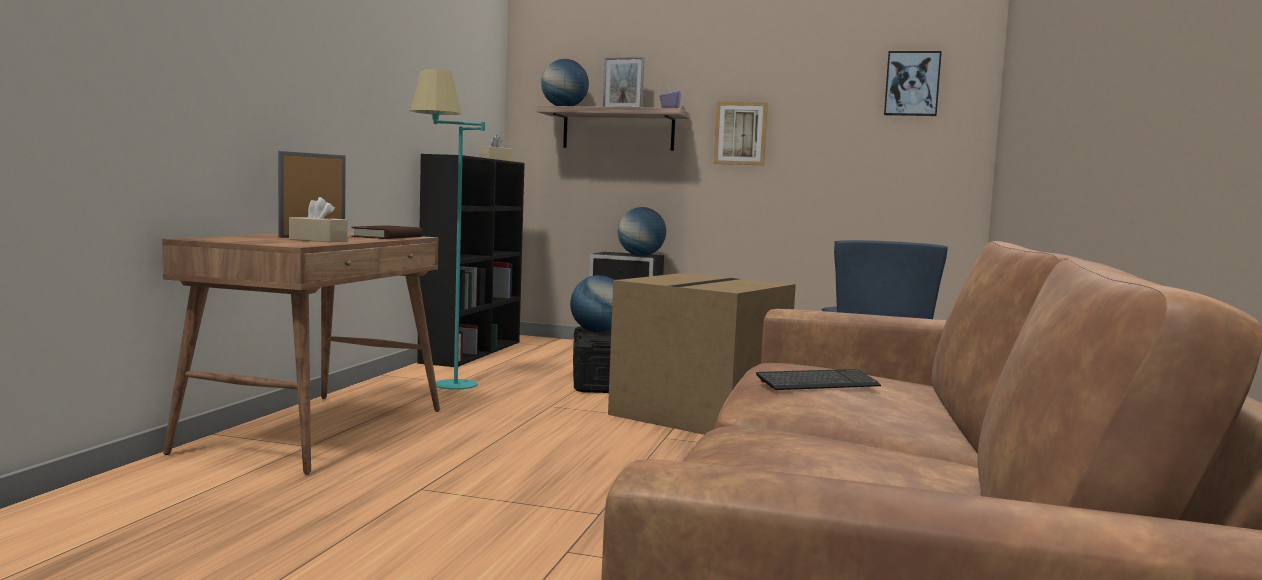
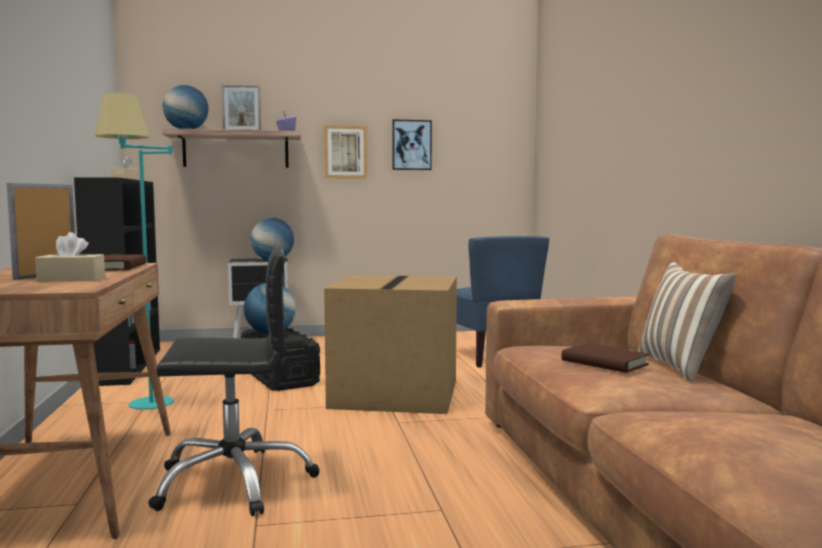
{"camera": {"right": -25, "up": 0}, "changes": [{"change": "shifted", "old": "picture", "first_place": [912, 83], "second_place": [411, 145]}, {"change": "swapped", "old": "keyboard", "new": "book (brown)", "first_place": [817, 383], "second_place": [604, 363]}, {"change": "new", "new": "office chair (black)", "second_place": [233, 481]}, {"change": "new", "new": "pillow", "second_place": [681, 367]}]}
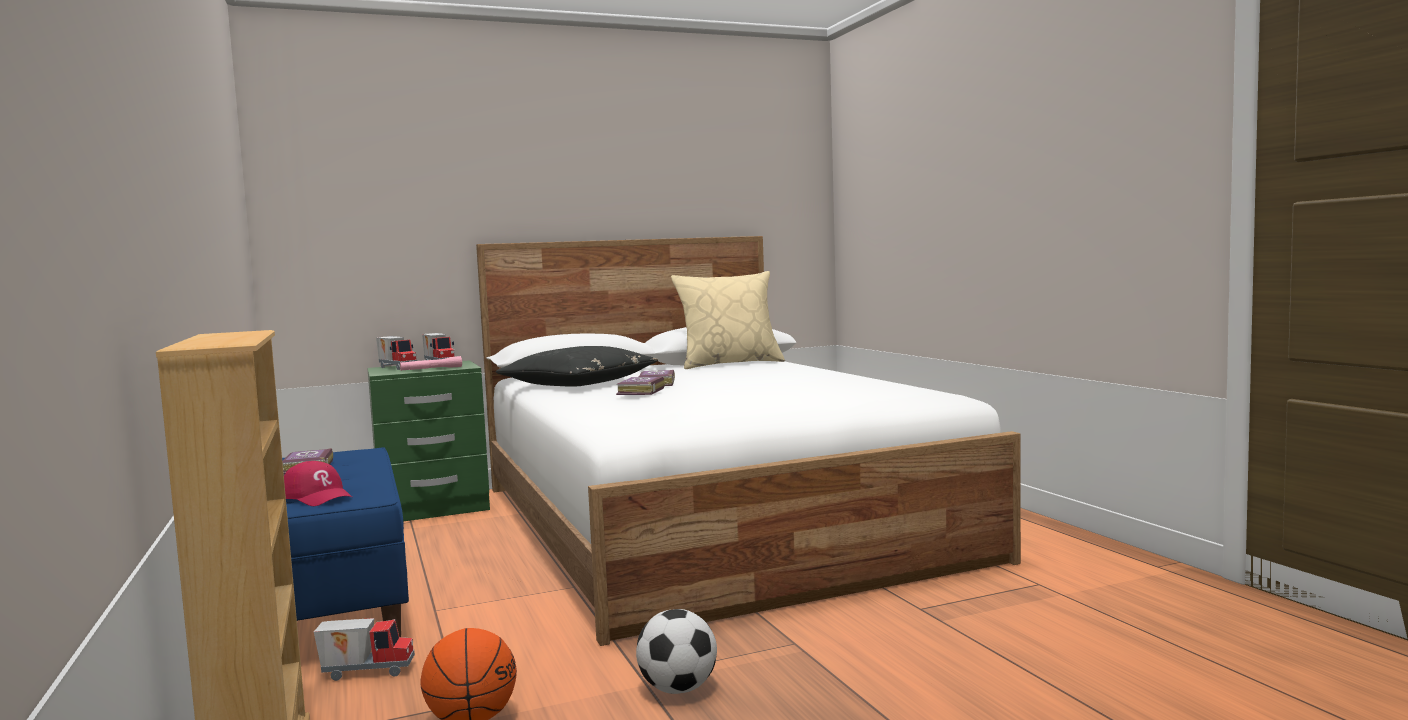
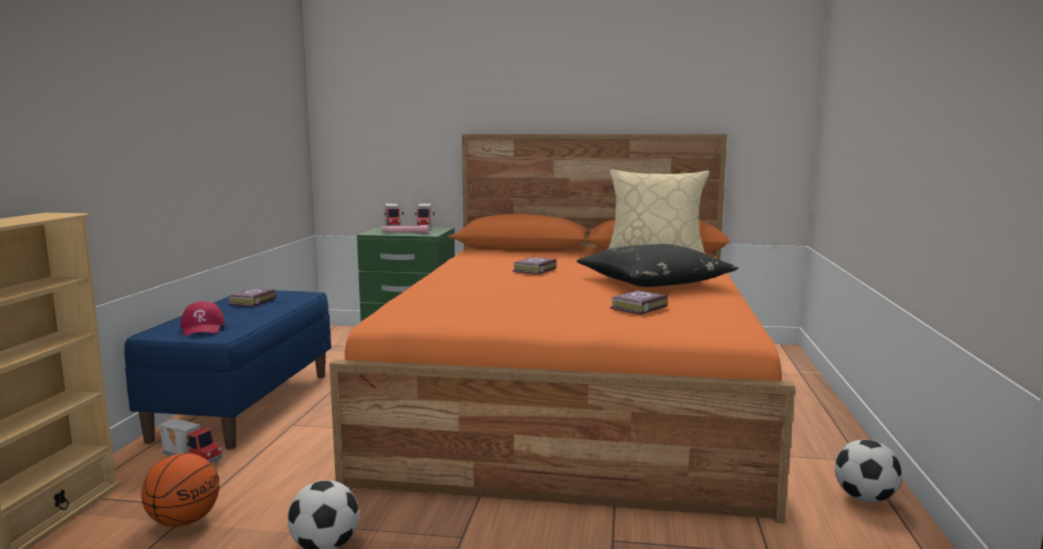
{"camera": {"right": 30, "up": 5}, "changes": [{"change": "repainted", "old": "bed (white)", "new": "bed (orange)", "first_place": [710, 520], "second_place": [575, 396]}, {"change": "shifted", "old": "pillow (black)", "first_place": [579, 383], "second_place": [654, 281]}, {"change": "shifted", "old": "book", "first_place": [639, 391], "second_place": [637, 307]}, {"change": "new", "new": "football", "second_place": [865, 498]}]}
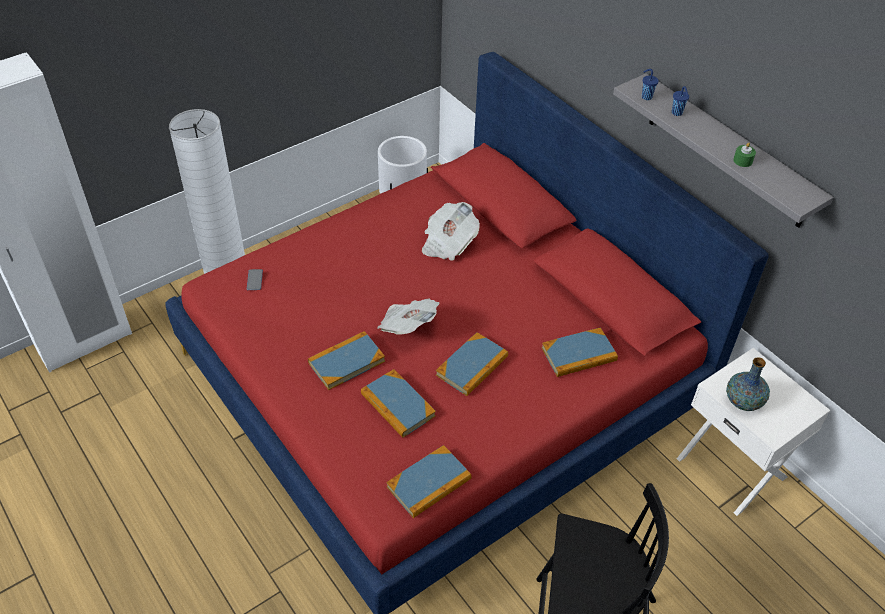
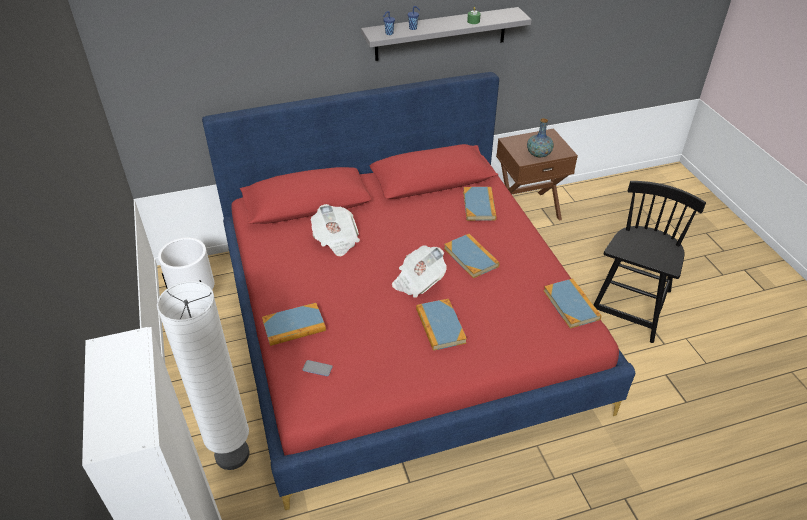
{"camera": {"right": -70, "up": -5}, "changes": [{"change": "repainted", "old": "nightstand (white)", "new": "nightstand (brown)", "first_place": [732, 467], "second_place": [527, 209]}, {"change": "shifted", "old": "book", "first_place": [397, 405], "second_place": [294, 326]}]}
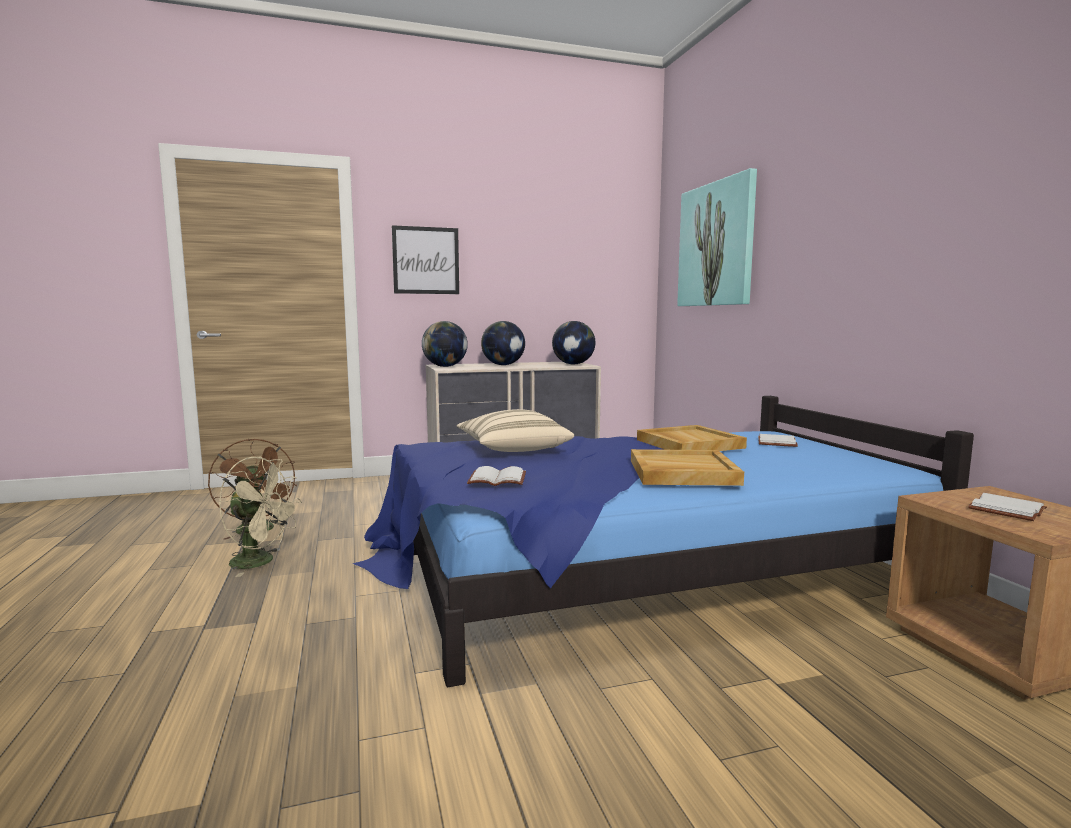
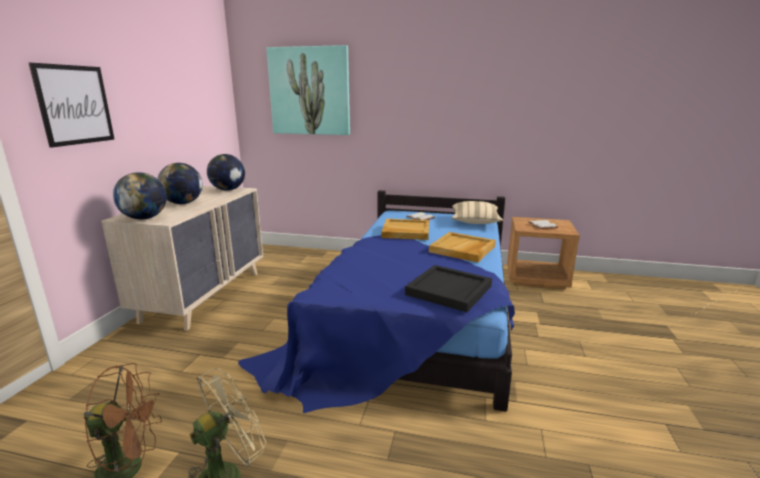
{"camera": {"right": -60, "up": 10}, "changes": [{"change": "shifted", "old": "pillow (beige)", "first_place": [513, 450], "second_place": [475, 222]}, {"change": "swapped", "old": "book (white)", "new": "tray (black)", "first_place": [496, 480], "second_place": [449, 290]}]}
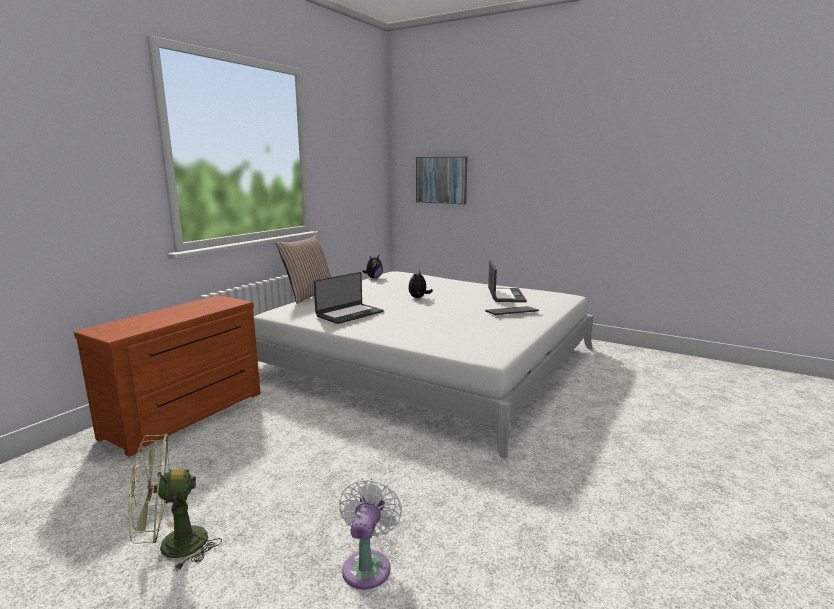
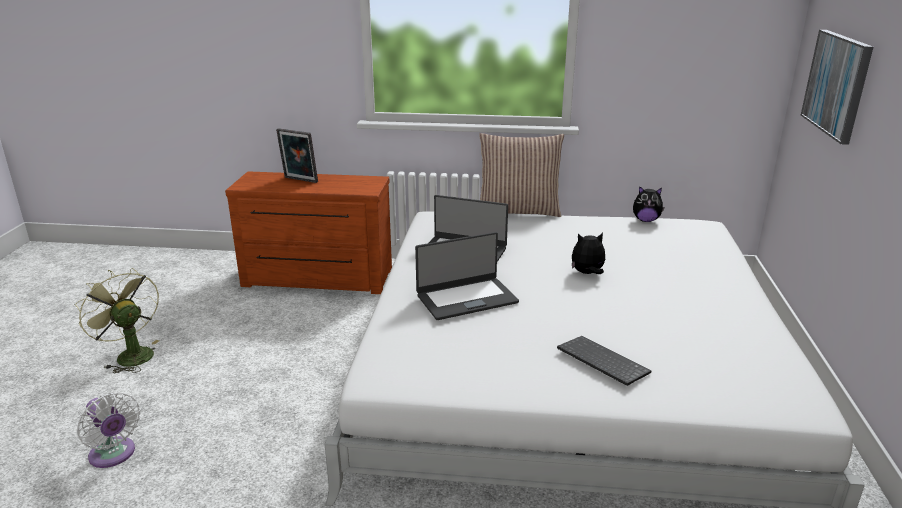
{"camera": {"right": 65, "up": 10}, "changes": [{"change": "shifted", "old": "laptop", "first_place": [505, 295], "second_place": [466, 298]}, {"change": "rotated", "old": "fan (white)", "first_place": [368, 565], "second_place": [114, 455], "degrees": 60}, {"change": "new", "new": "picture frame", "second_place": [299, 180]}]}
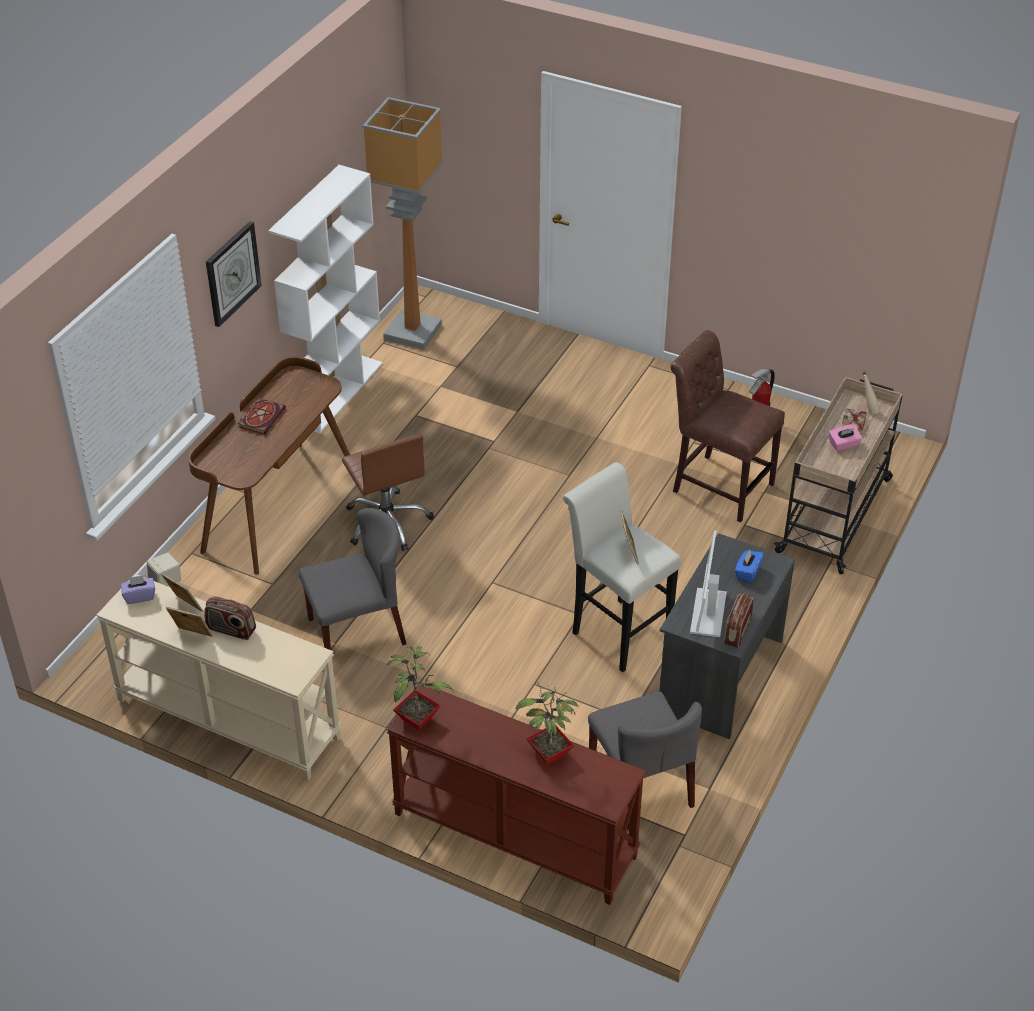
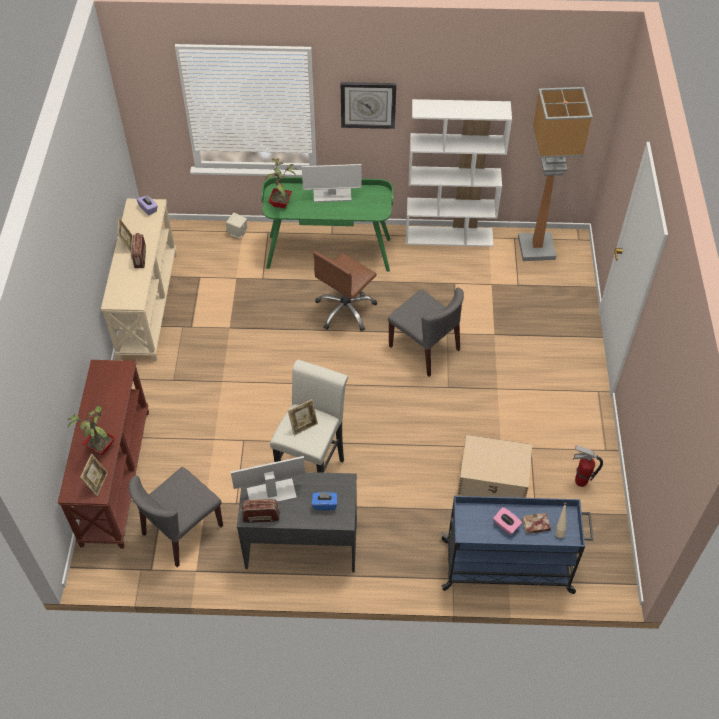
{"camera": {"right": 65, "up": 10}, "changes": [{"change": "swapped", "old": "chair (brown)", "new": "storage box (beige)", "first_place": [718, 485], "second_place": [493, 479]}, {"change": "repainted", "old": "desk (brown)", "new": "desk (green)", "first_place": [277, 505], "second_place": [329, 252]}, {"change": "repainted", "old": "cart (beige)", "new": "cart (blue)", "first_place": [835, 514], "second_place": [508, 566]}, {"change": "swapped", "old": "book", "new": "monitor", "first_place": [261, 417], "second_place": [332, 195]}, {"change": "shifted", "old": "chair (grey)", "first_place": [357, 630], "second_place": [425, 348]}, {"change": "shifted", "old": "picture frame", "first_place": [184, 607], "second_place": [97, 483]}, {"change": "shifted", "old": "potted plant", "first_place": [418, 718], "second_place": [281, 204]}]}
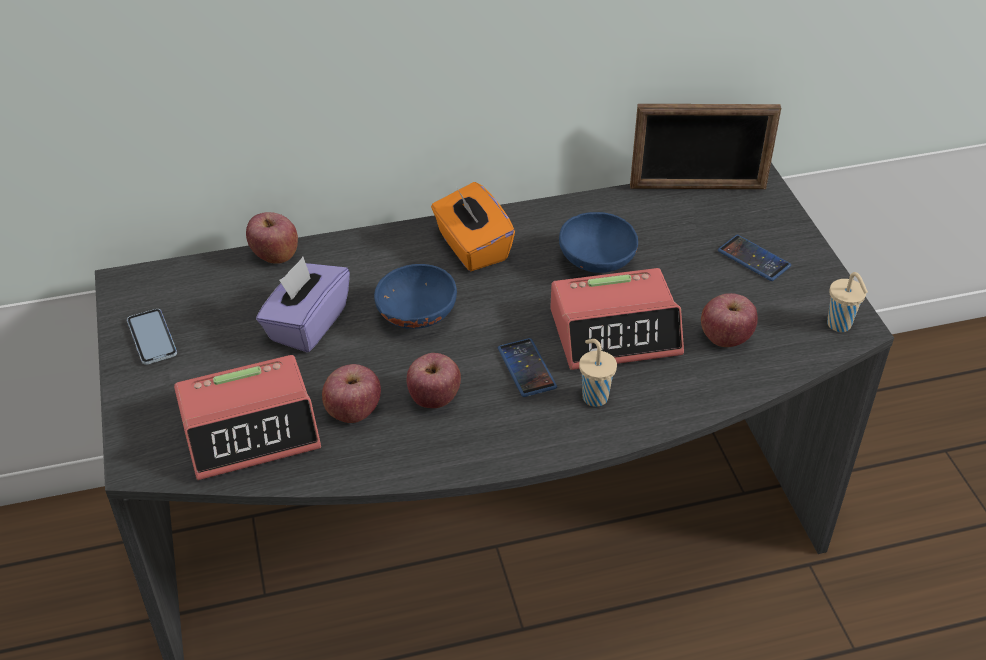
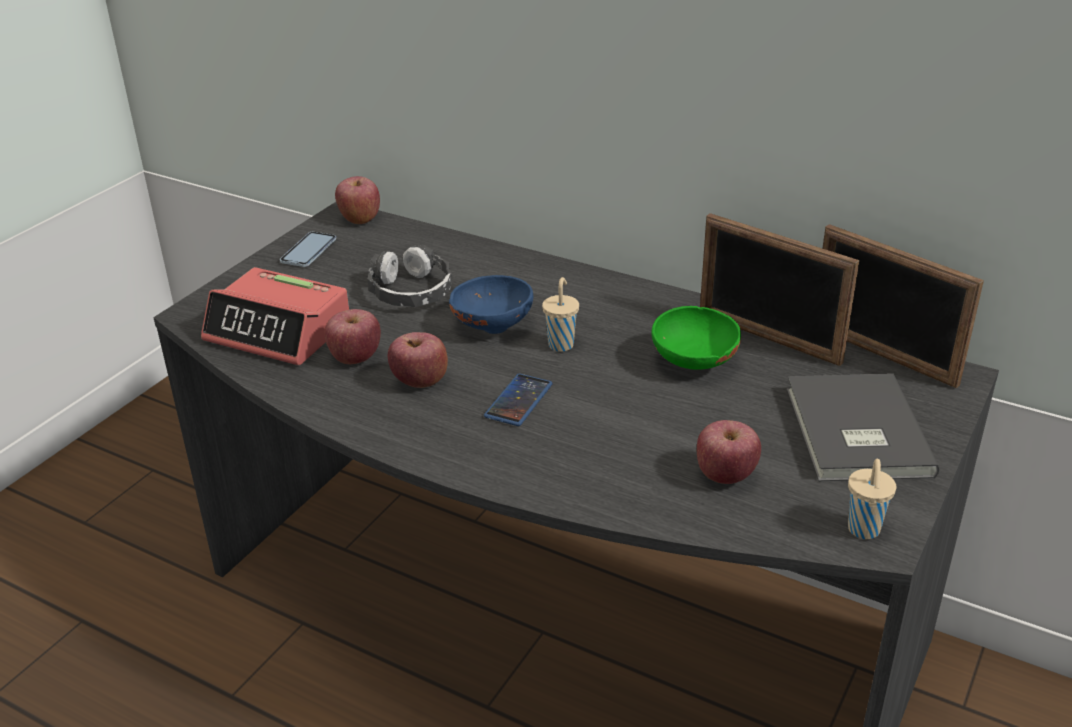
{"camera": {"right": 45, "up": -10}, "changes": [{"change": "gone", "old": "tissue box (orange)", "first_place": [472, 247]}, {"change": "shifted", "old": "apple", "first_place": [275, 255], "second_place": [360, 218]}, {"change": "repainted", "old": "bowl (blue)", "new": "bowl (green)", "first_place": [597, 264], "second_place": [693, 363]}, {"change": "swapped", "old": "phone", "new": "book (grey)", "first_place": [753, 259], "second_place": [853, 433]}, {"change": "swapped", "old": "tissue box (purple)", "new": "headphones", "first_place": [307, 324], "second_place": [411, 291]}, {"change": "gone", "old": "alarm clock", "first_place": [615, 331]}, {"change": "shifted", "old": "cup (beige)", "first_place": [594, 396], "second_place": [561, 344]}, {"change": "new", "new": "picture frame", "second_place": [768, 338]}]}
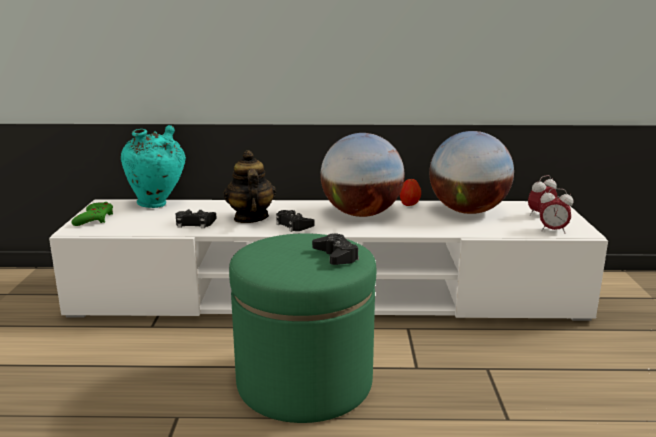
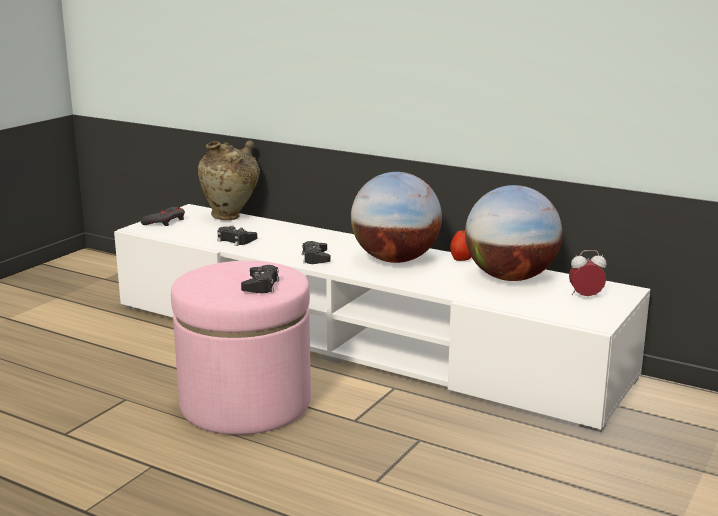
{"camera": {"right": 30, "up": 0}, "changes": [{"change": "repainted", "old": "vase (turquoise)", "new": "vase (beige)", "first_place": [157, 204], "second_place": [230, 217]}, {"change": "gone", "old": "teapot", "first_place": [250, 218]}, {"change": "gone", "old": "alarm clock", "first_place": [553, 230]}, {"change": "repainted", "old": "game controller (green)", "new": "game controller (grey)", "first_place": [94, 218], "second_place": [165, 221]}, {"change": "repainted", "old": "ottoman (green)", "new": "ottoman (pink)", "first_place": [304, 382], "second_place": [245, 403]}]}
